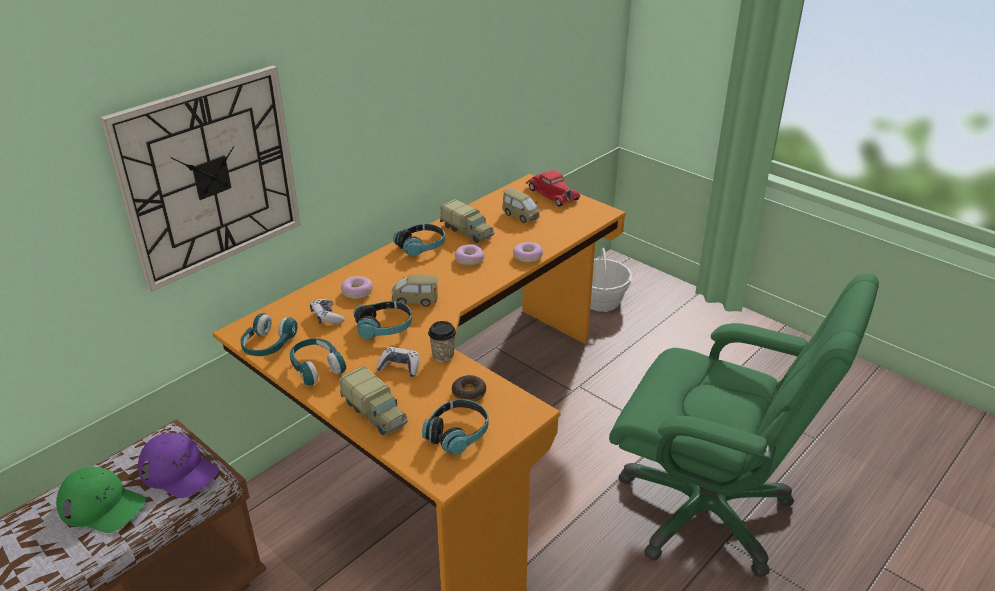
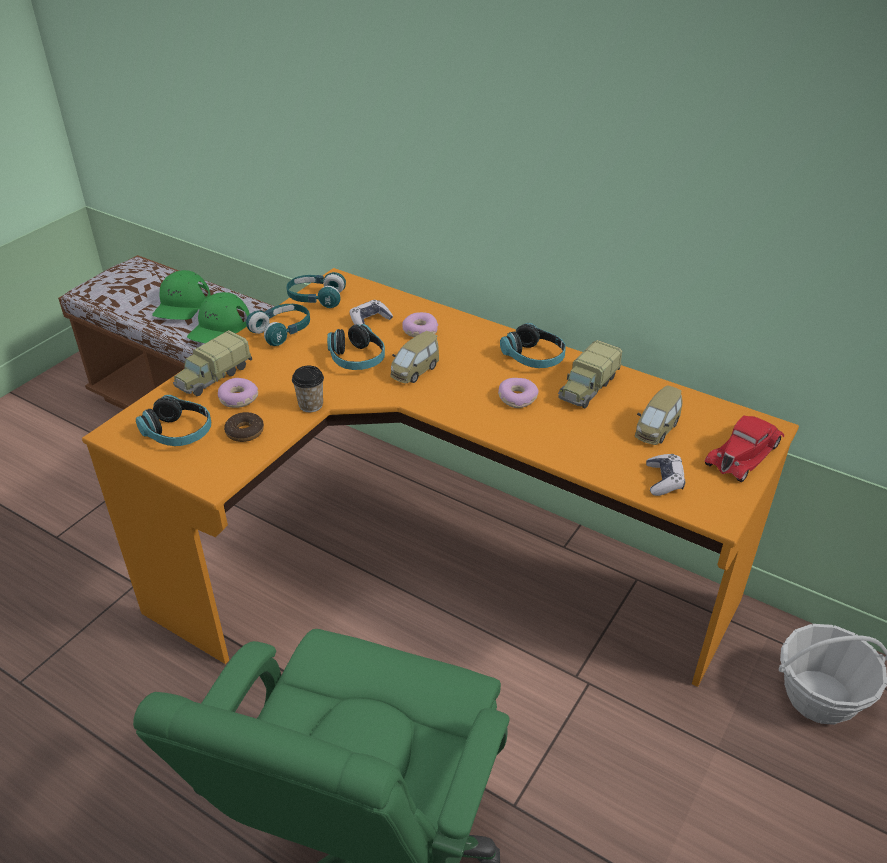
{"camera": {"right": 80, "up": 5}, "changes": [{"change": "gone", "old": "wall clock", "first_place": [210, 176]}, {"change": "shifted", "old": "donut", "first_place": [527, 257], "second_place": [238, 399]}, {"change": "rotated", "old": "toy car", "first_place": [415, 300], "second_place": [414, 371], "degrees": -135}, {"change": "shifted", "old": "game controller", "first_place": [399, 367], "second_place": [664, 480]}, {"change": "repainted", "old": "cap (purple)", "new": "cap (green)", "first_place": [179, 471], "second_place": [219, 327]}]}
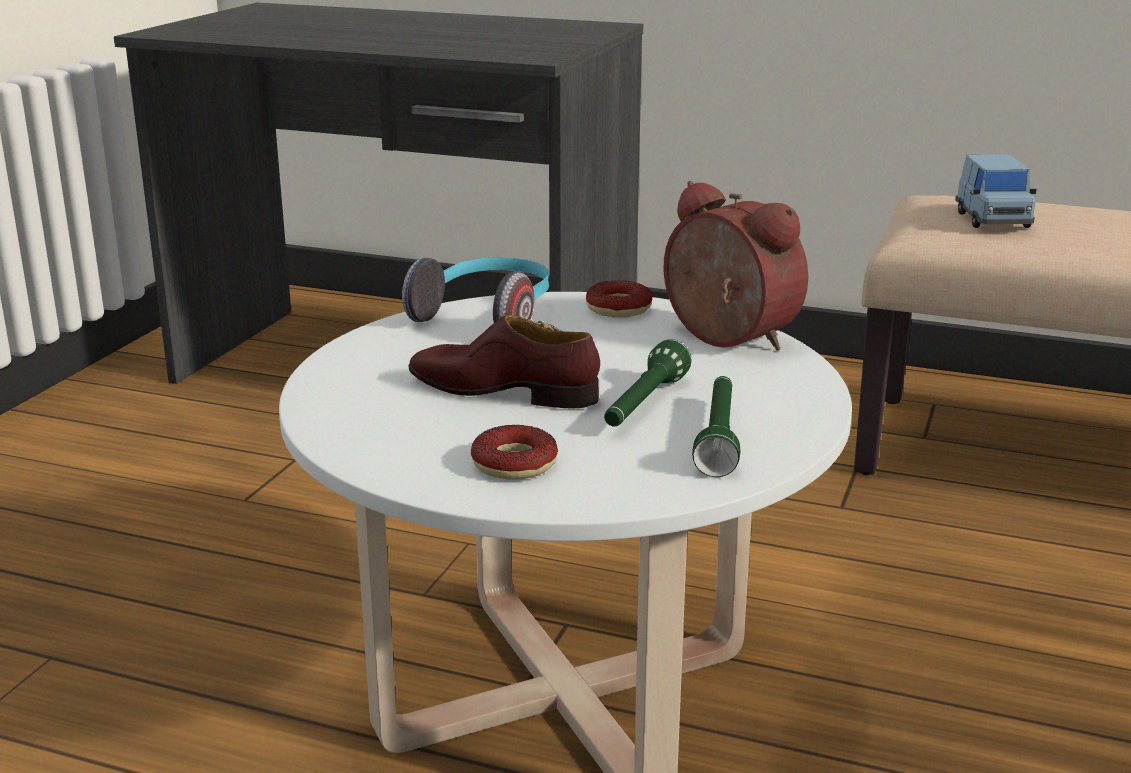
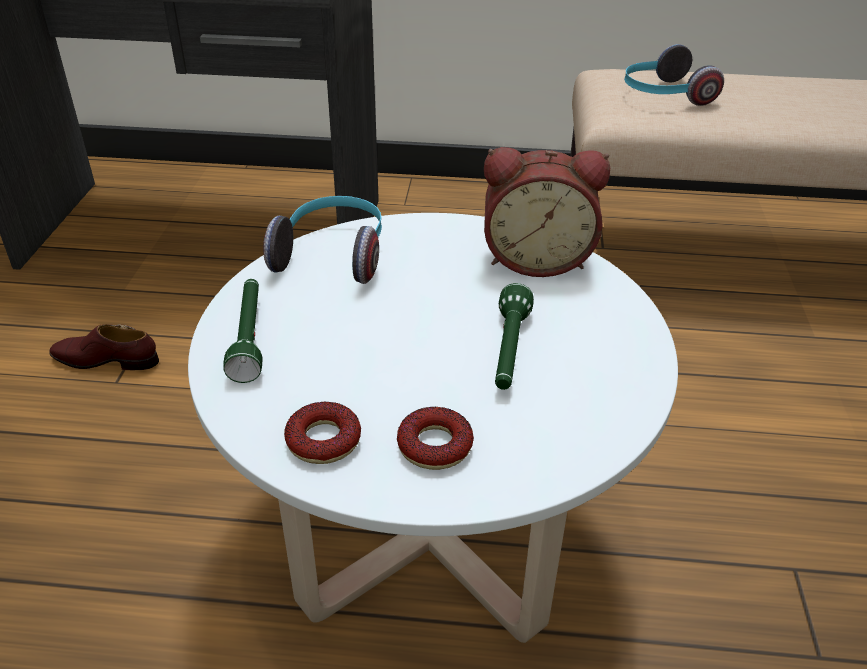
{"camera": {"right": -15, "up": 15}, "changes": [{"change": "swapped", "old": "toy car (blue)", "new": "headphones", "first_place": [992, 220], "second_place": [664, 95]}, {"change": "rotated", "old": "alarm clock", "first_place": [724, 339], "second_place": [536, 258], "degrees": 150}, {"change": "shifted", "old": "donut", "first_place": [618, 308], "second_place": [323, 440]}, {"change": "shifted", "old": "shoe (brown)", "first_place": [503, 391], "second_place": [106, 360]}, {"change": "shifted", "old": "flashlight (green)", "first_place": [718, 438], "second_place": [249, 337]}]}
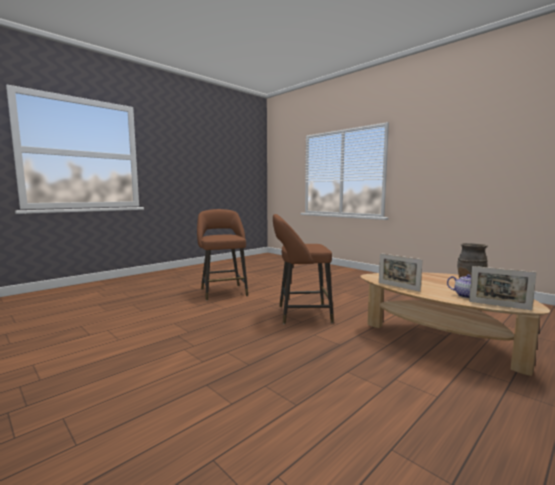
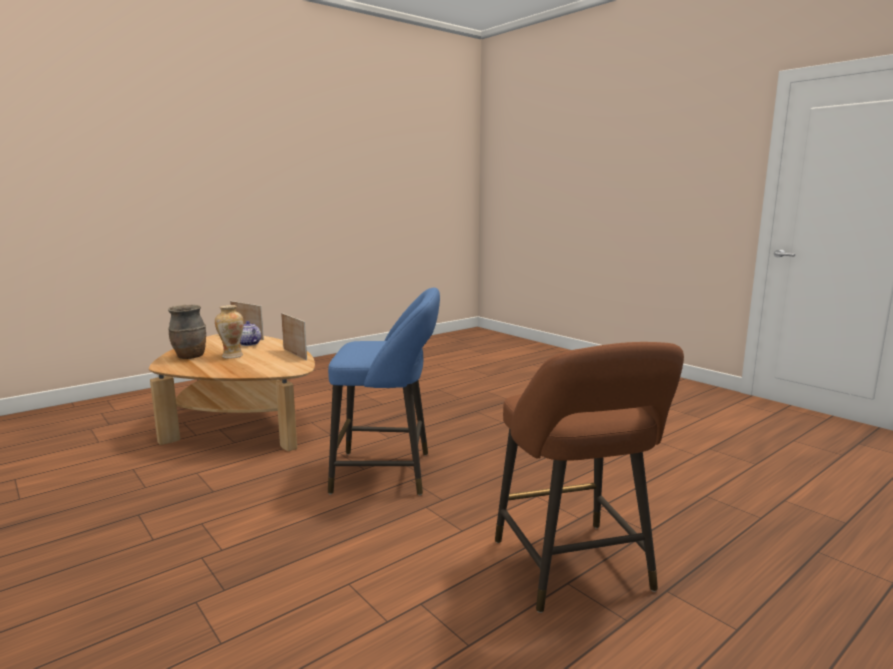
{"camera": {"right": -175, "up": 5}, "changes": [{"change": "repainted", "old": "stool (brown)", "new": "stool (blue)", "first_place": [300, 314], "second_place": [388, 473]}, {"change": "new", "new": "vase", "second_place": [232, 356]}]}
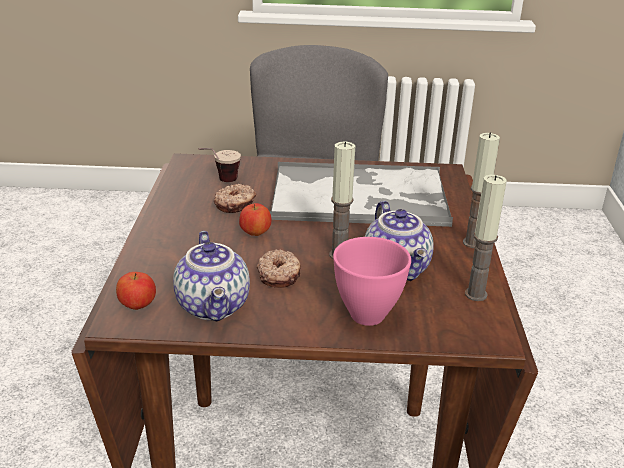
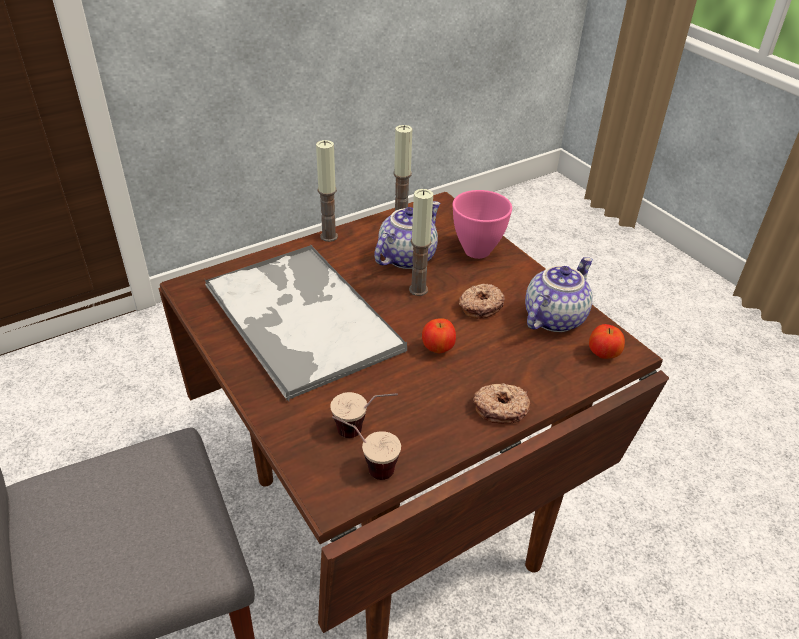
{"camera": {"right": -125, "up": 10}, "changes": [{"change": "shifted", "old": "donut", "first_place": [235, 204], "second_place": [500, 408]}, {"change": "new", "new": "cup", "second_place": [366, 466]}]}
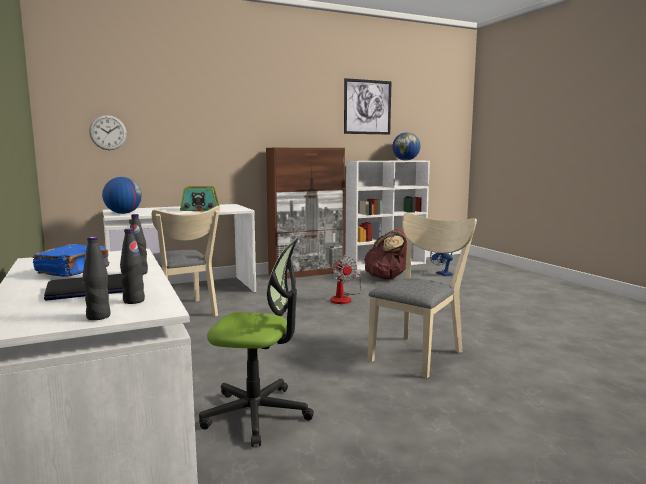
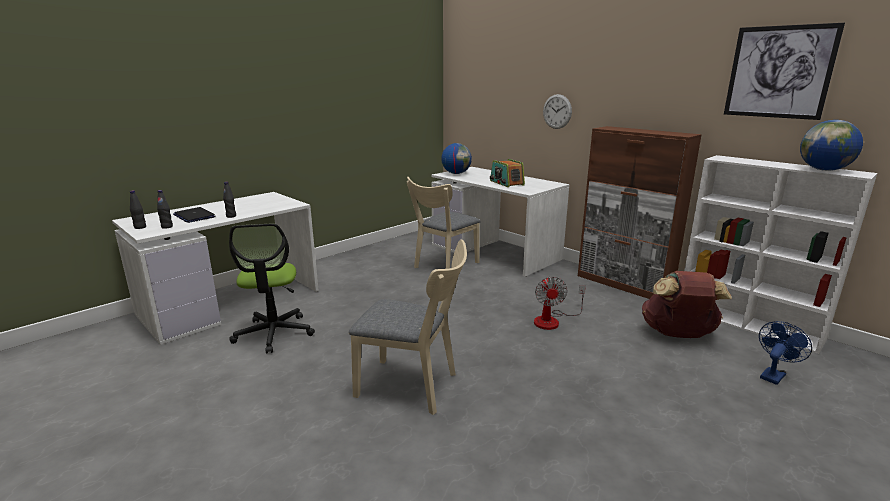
{"camera": {"right": 70, "up": 10}, "changes": [{"change": "shifted", "old": "wall clock", "first_place": [108, 132], "second_place": [557, 111]}, {"change": "gone", "old": "book (blue)", "first_place": [74, 271]}, {"change": "rotated", "old": "fan", "first_place": [344, 298], "second_place": [552, 320], "degrees": -45}]}
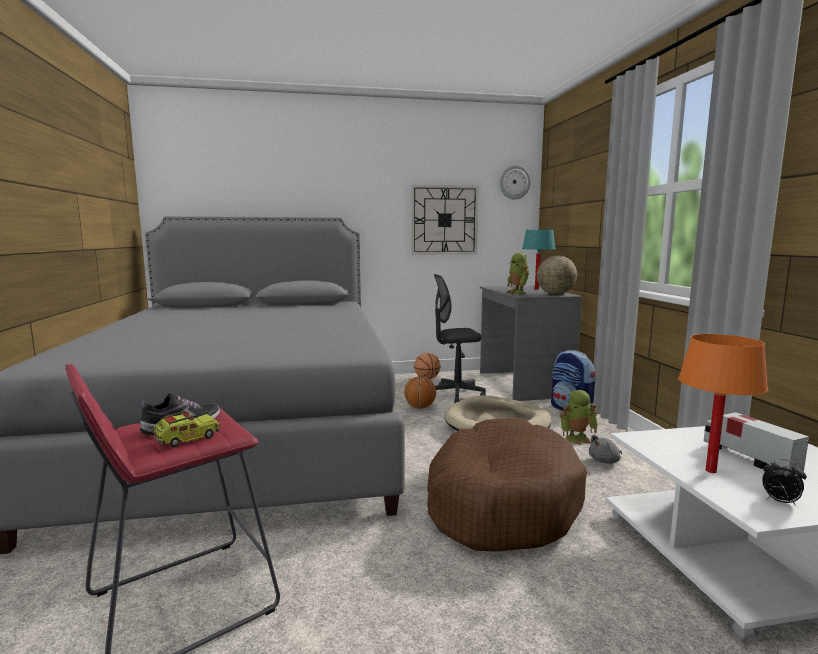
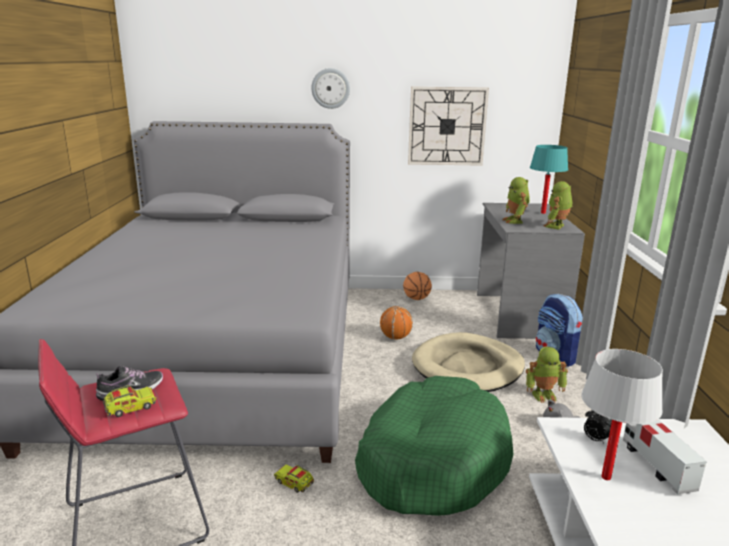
{"camera": {"right": 10, "up": 10}, "changes": [{"change": "shifted", "old": "wall clock", "first_place": [514, 182], "second_place": [330, 88]}, {"change": "swapped", "old": "globe", "new": "toy robot", "first_place": [555, 294], "second_place": [556, 226]}, {"change": "gone", "old": "office chair (grey)", "first_place": [456, 395]}, {"change": "repainted", "old": "table lamp (orange)", "new": "table lamp (white)", "first_place": [711, 471], "second_place": [606, 477]}, {"change": "repainted", "old": "dog bed (brown)", "new": "dog bed (green)", "first_place": [500, 501], "second_place": [432, 460]}, {"change": "shifted", "old": "alarm clock", "first_place": [780, 502], "second_place": [595, 439]}, {"change": "new", "new": "toy truck", "second_place": [294, 483]}]}
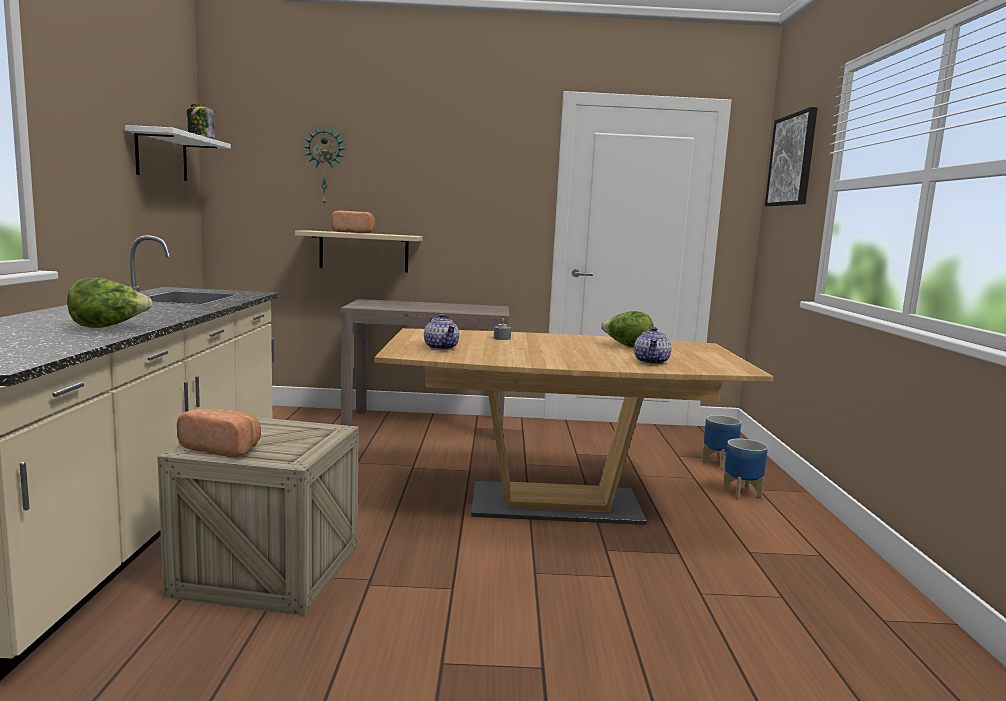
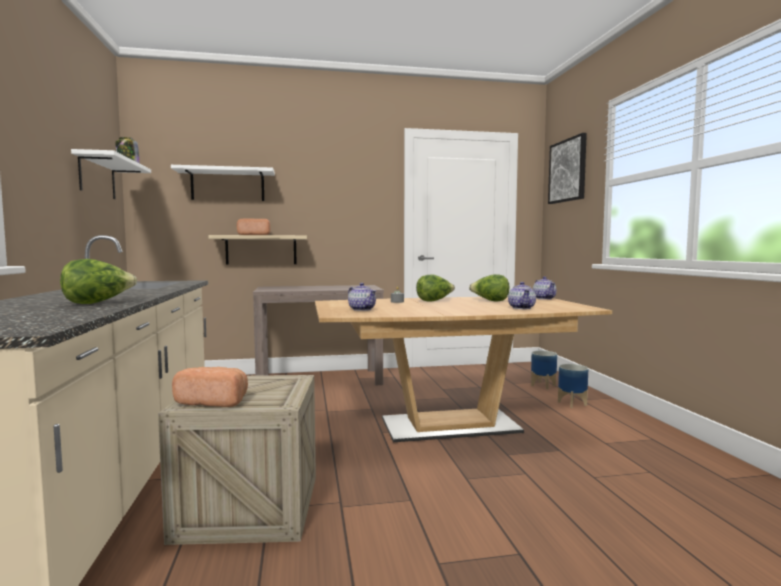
{"camera": {"right": -10, "up": -5}, "changes": [{"change": "swapped", "old": "wall clock", "new": "shelf (white)", "first_place": [325, 166], "second_place": [228, 185]}, {"change": "new", "new": "lettuce", "second_place": [434, 301]}, {"change": "new", "new": "teapot", "second_place": [544, 298]}]}
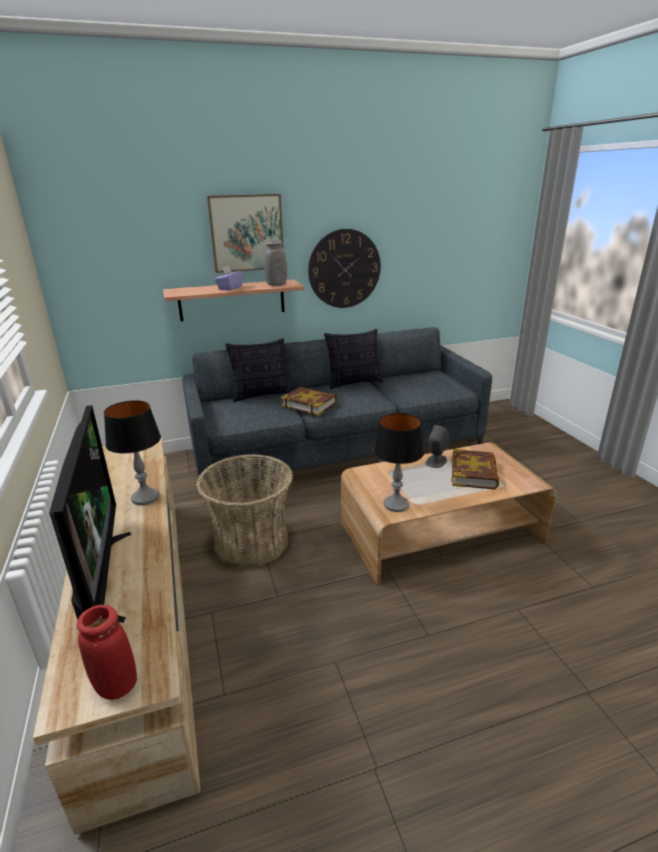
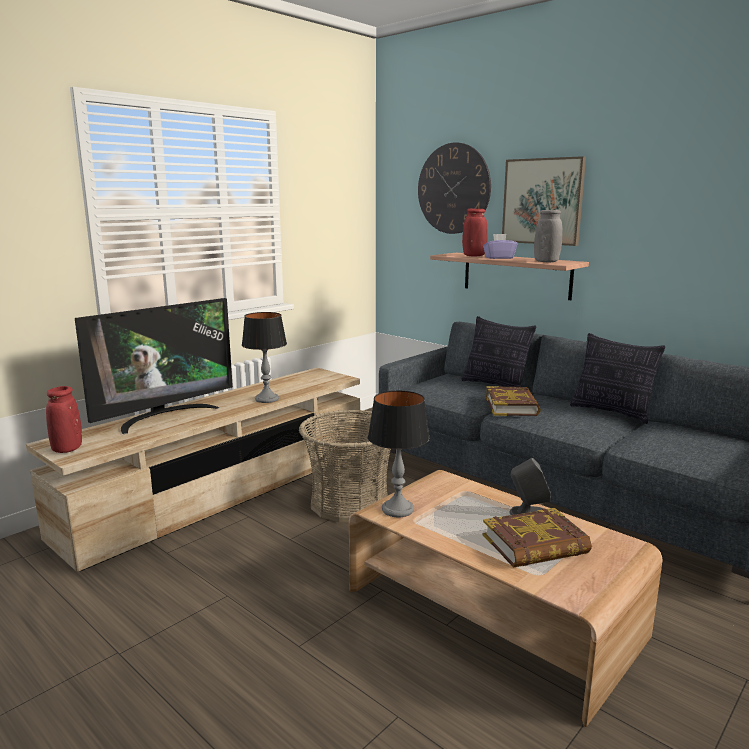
{"camera": {"right": 60, "up": -10}, "changes": [{"change": "shifted", "old": "wall clock", "first_place": [344, 269], "second_place": [453, 189]}, {"change": "new", "new": "vase (red)", "second_place": [474, 256]}]}
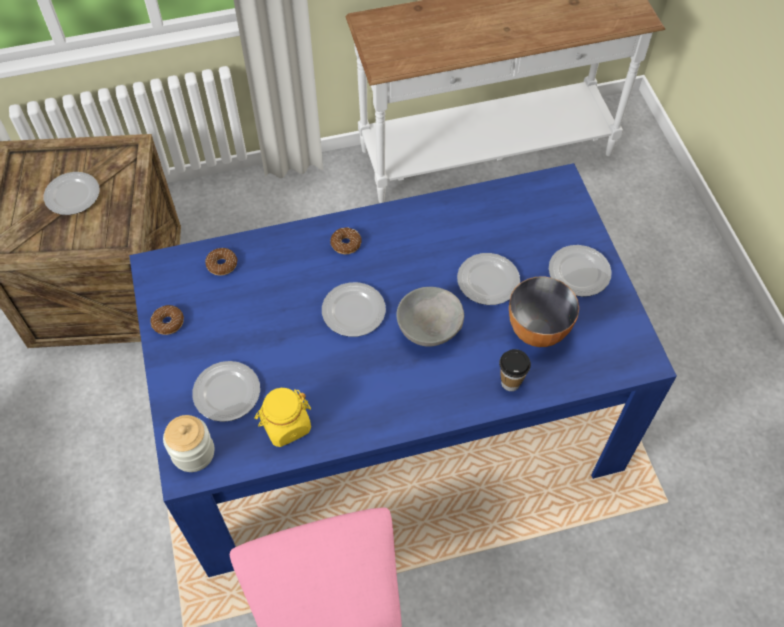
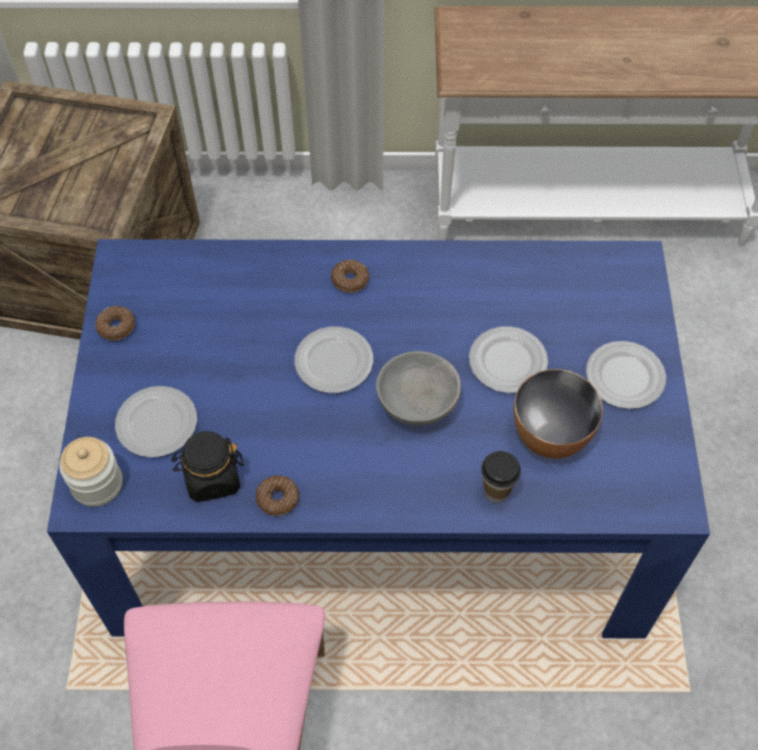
{"camera": {"right": 15, "up": 0}, "changes": [{"change": "gone", "old": "plate", "first_place": [73, 195]}, {"change": "shifted", "old": "donut", "first_place": [222, 265], "second_place": [277, 499]}, {"change": "repainted", "old": "jar (yellow)", "new": "jar (black)", "first_place": [285, 425], "second_place": [212, 478]}]}
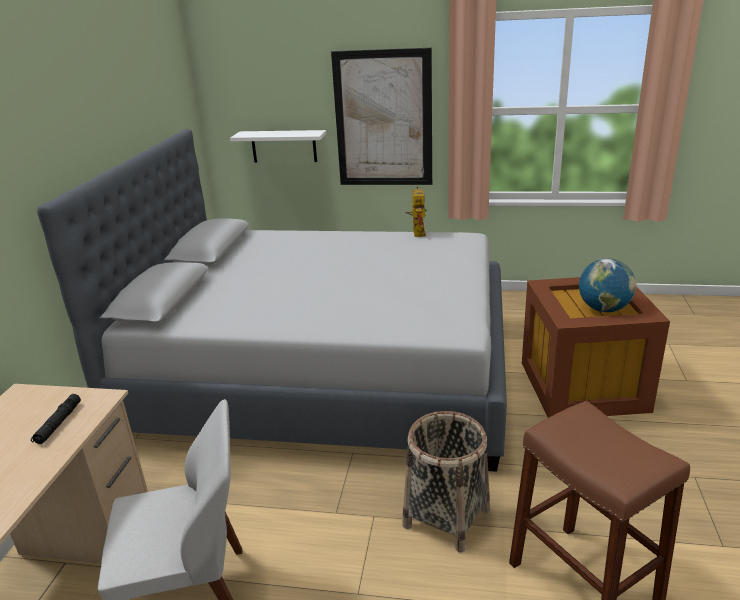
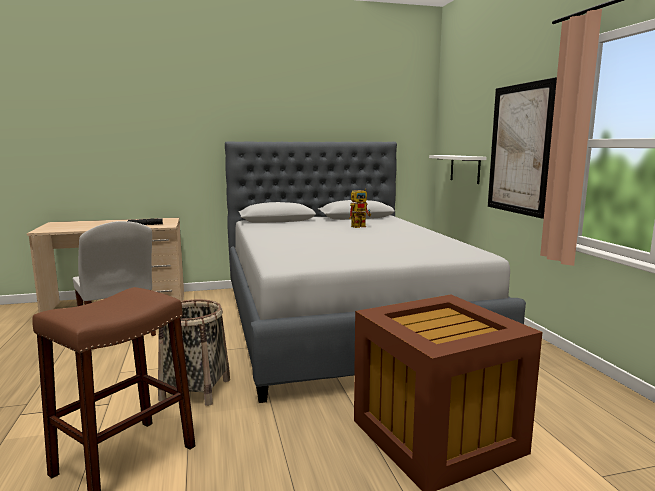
{"camera": {"right": 65, "up": -15}, "changes": [{"change": "shifted", "old": "toy robot", "first_place": [417, 232], "second_place": [360, 226]}, {"change": "gone", "old": "globe", "first_place": [603, 309]}]}
